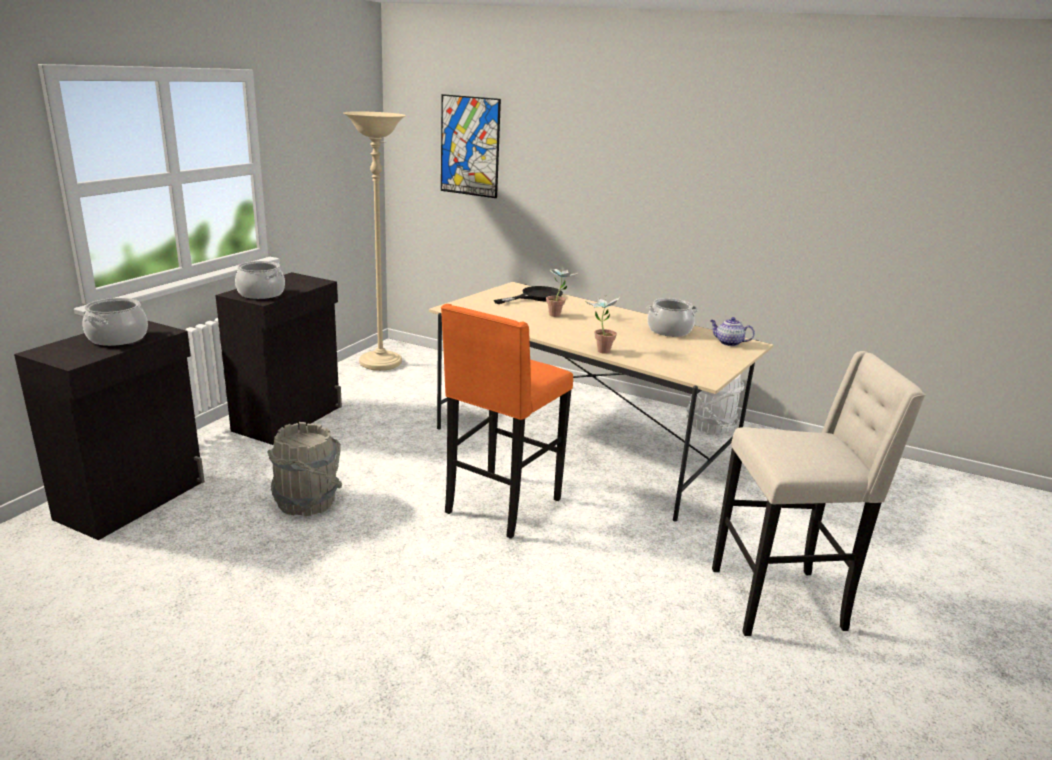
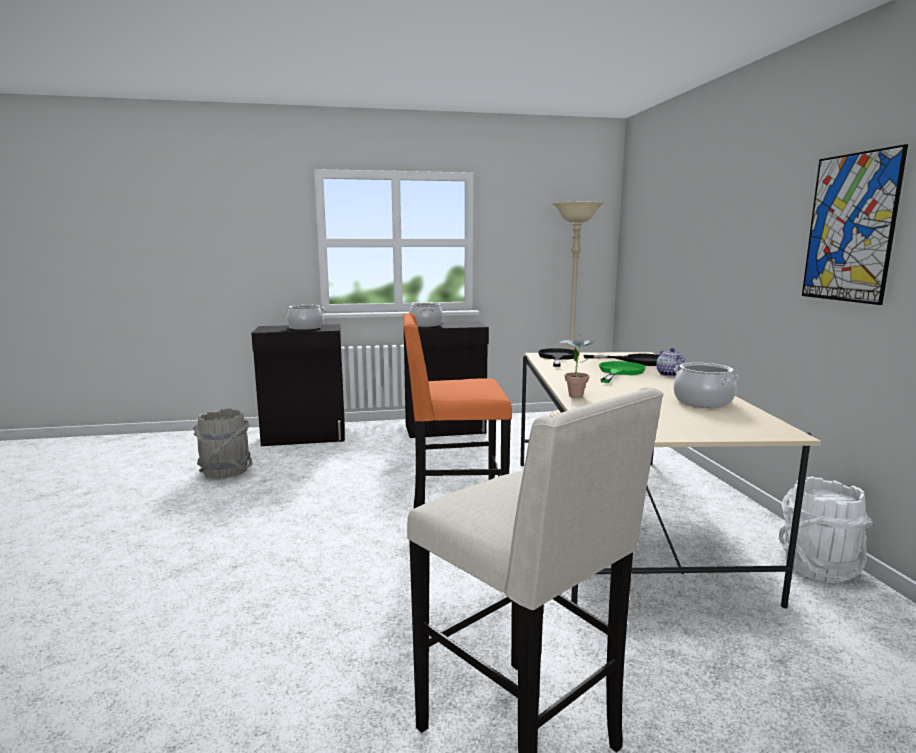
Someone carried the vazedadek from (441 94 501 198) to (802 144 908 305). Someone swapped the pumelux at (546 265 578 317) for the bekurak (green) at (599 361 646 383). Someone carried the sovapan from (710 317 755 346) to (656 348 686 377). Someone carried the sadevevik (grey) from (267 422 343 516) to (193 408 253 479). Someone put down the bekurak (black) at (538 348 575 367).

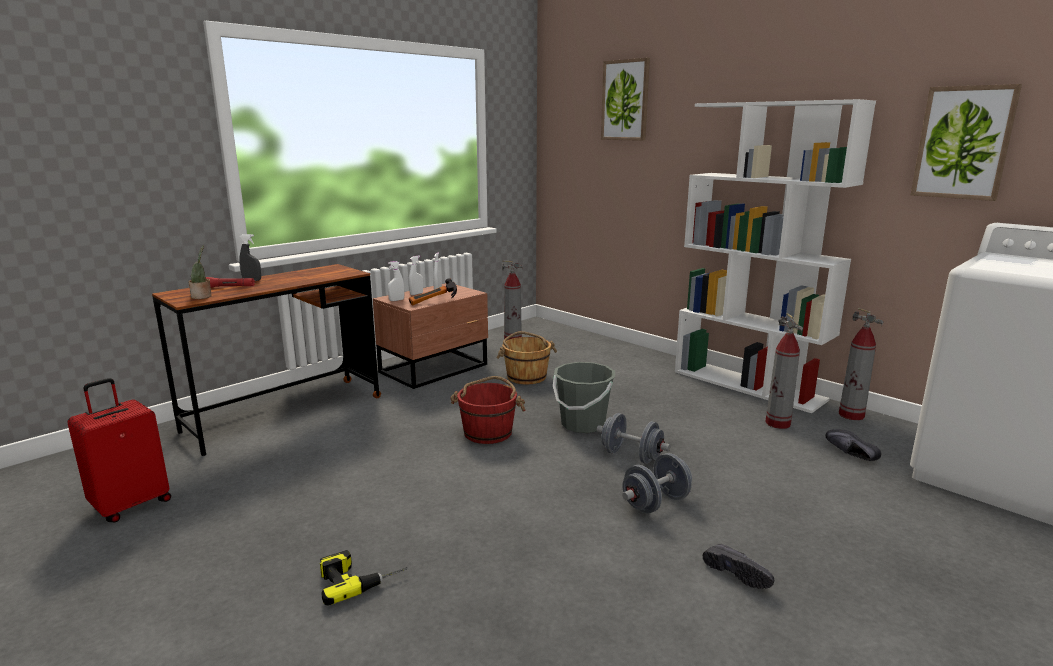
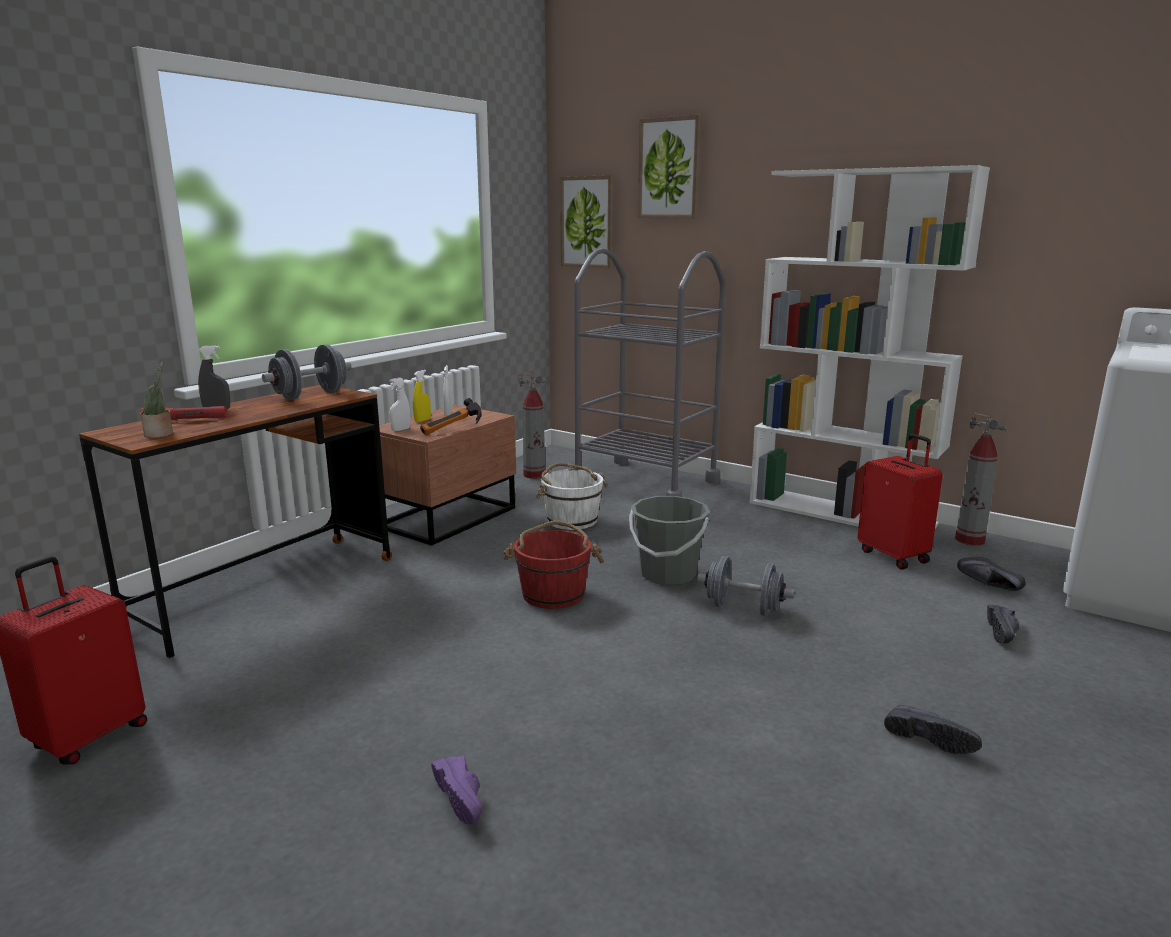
Someone carried the vazedadek from (911 84 1022 201) to (560 175 614 268). Someone repainted the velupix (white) at (409 256 423 295), which became the velupix (yellow) at (413 370 431 422). Someone swapped the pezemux at (765 313 803 429) for the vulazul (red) at (857 434 943 569). Someone repainted the sadevevik (brown) at (497 331 557 384), which became the sadevevik (white) at (536 463 608 530). Someone carried the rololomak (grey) from (622 453 692 514) to (262 344 352 400). Someone swapped the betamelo at (320 550 408 606) for the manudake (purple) at (431 755 482 824). Someone put down the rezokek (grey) at (574 248 726 497). Someone put down the manudake (black) at (987 605 1019 643).

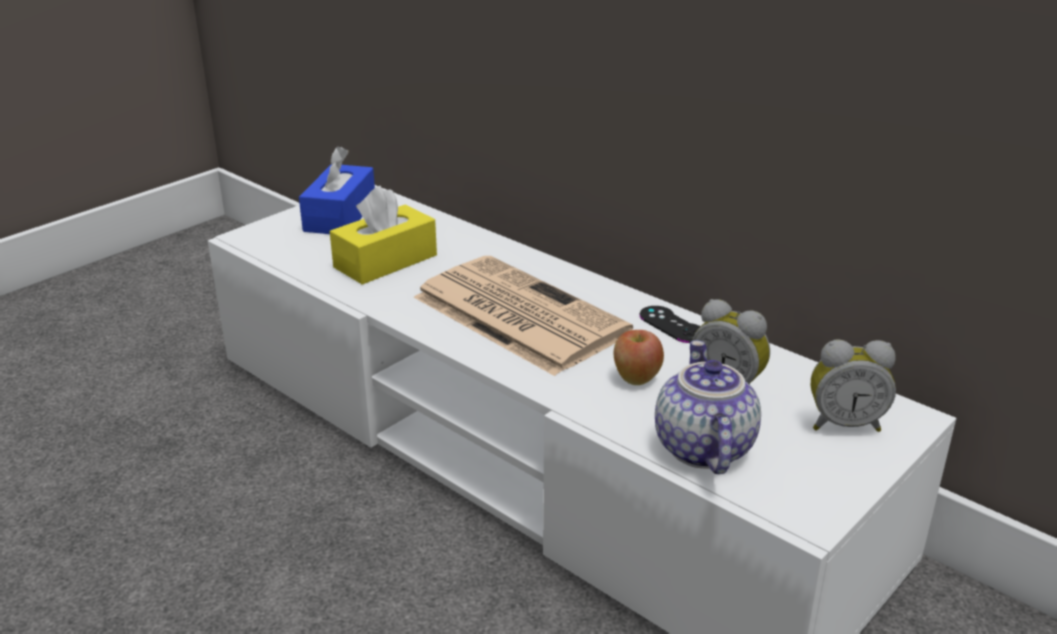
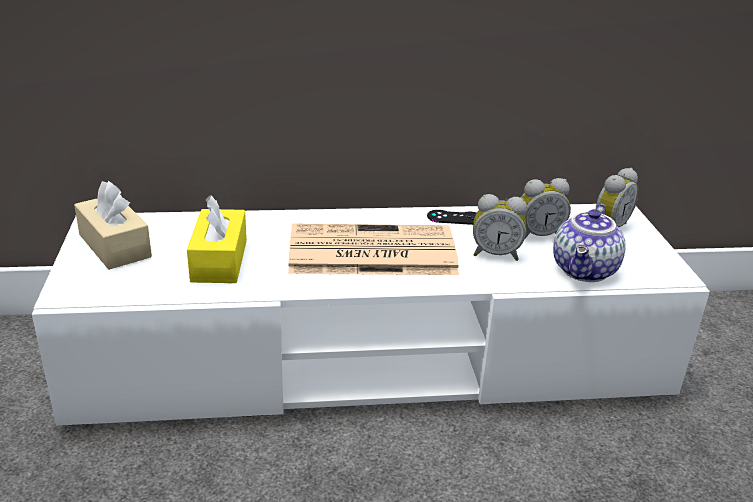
Someone repainted the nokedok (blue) at (299 146 375 234), which became the nokedok (beige) at (74 181 152 270). Someone swapped the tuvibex at (614 330 664 385) for the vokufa at (473 194 527 261). Someone rotated the sovapan at (655 340 761 474) by 105 degrees counterclockwise.

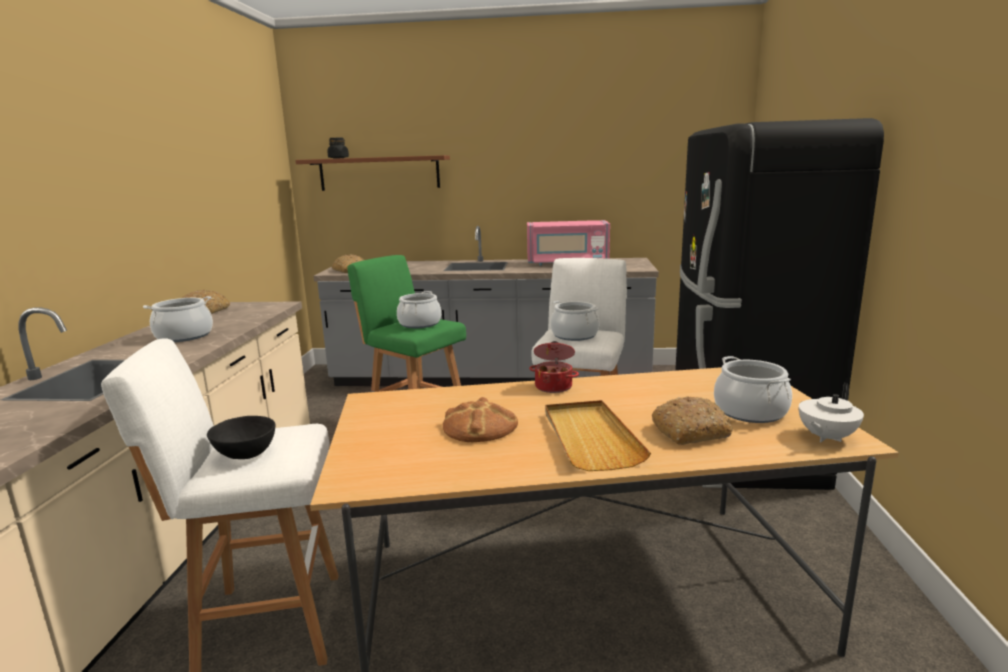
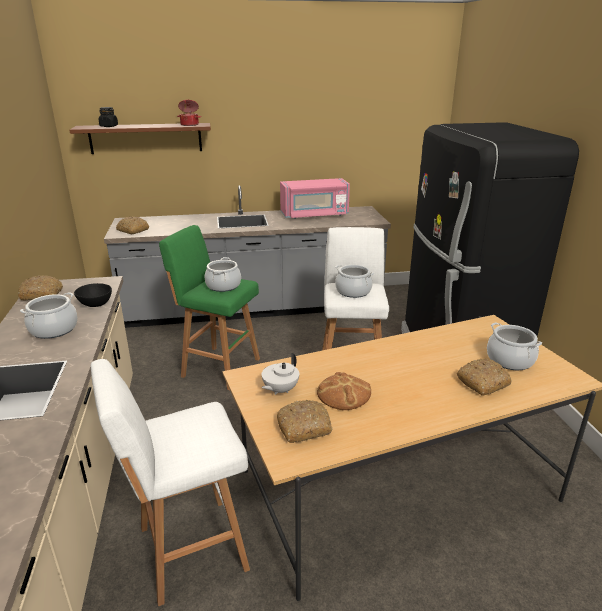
Someone carried the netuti from (529 341 579 393) to (177 100 201 126). Someone carried the sovapan (white) from (799 382 864 442) to (262 353 299 395). Someone took away the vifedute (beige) at (545 400 651 471). Someone carried the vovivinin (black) from (207 416 275 459) to (74 283 112 307). Someone put down the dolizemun at (277 400 332 443).

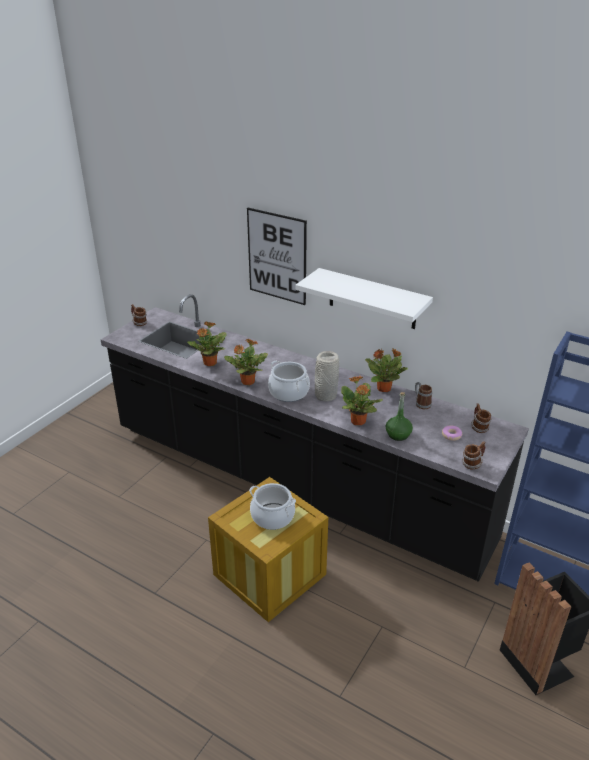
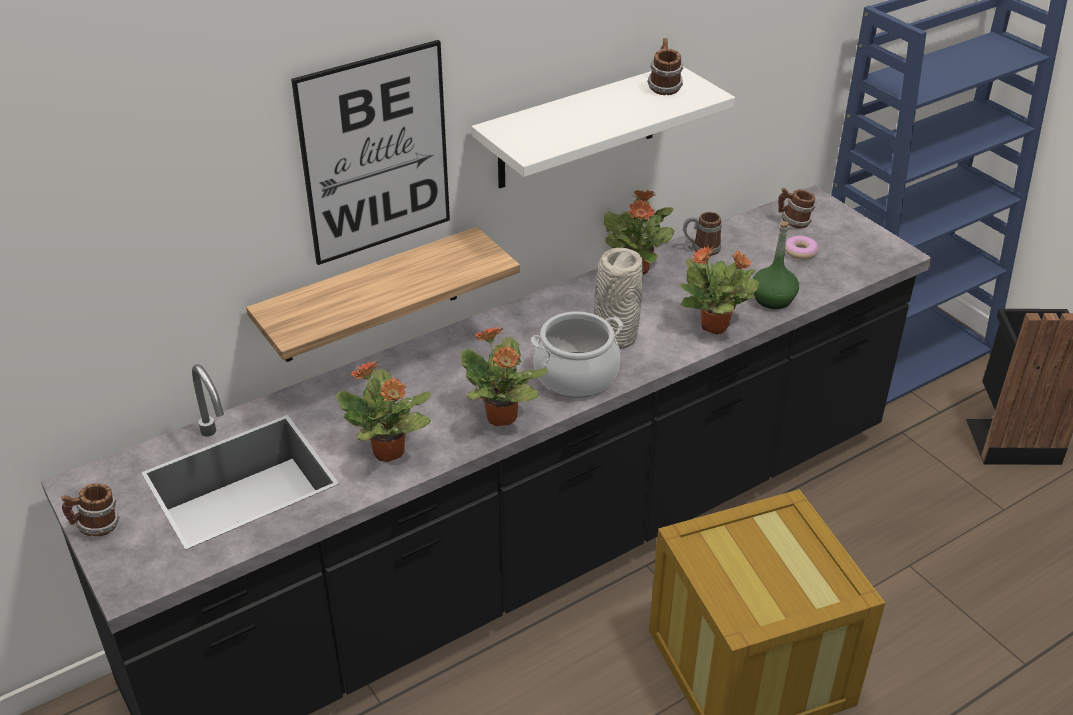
Someone carried the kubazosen from (462 441 486 470) to (647 38 683 95). Someone took away the netuti at (249 483 296 530). Someone put up the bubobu at (246 227 520 362).

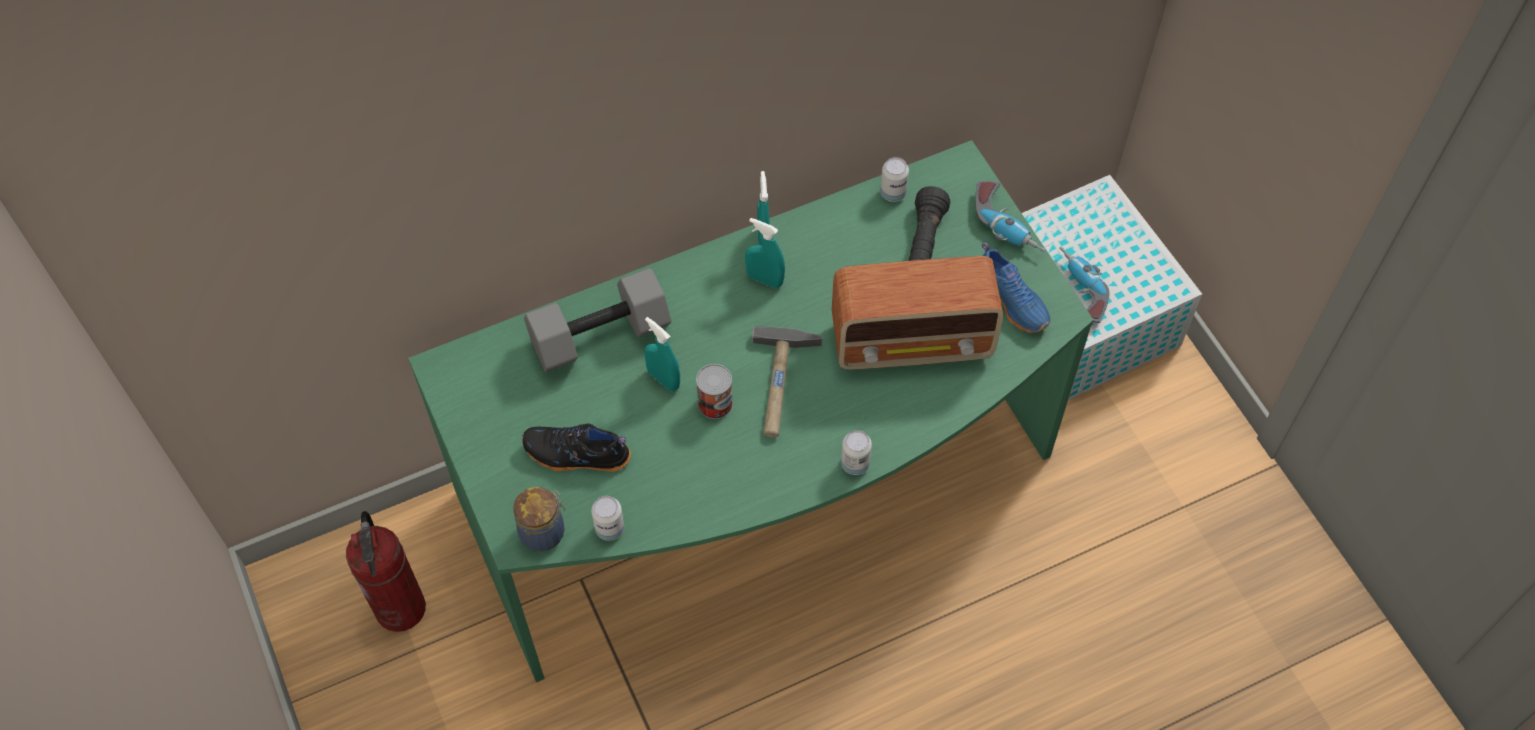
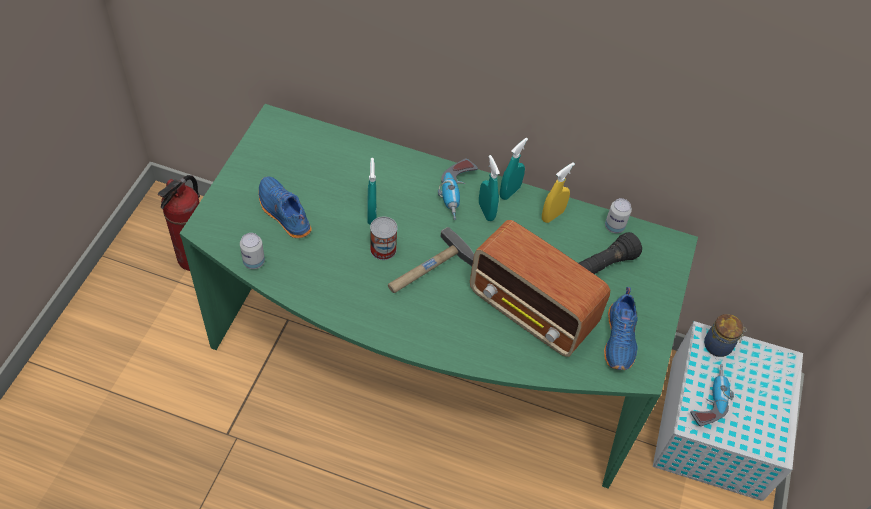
Someone carried the betamelo from (975 181 1046 252) to (438 158 478 220). Someone took away the rololomak (grey) at (524 268 671 372). Someone repainted the manudake (black) at (522 423 631 472), which became the manudake (blue) at (259 177 312 238). Someone took away the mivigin at (841 430 872 475). Someone carried the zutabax from (513 487 565 552) to (704 314 747 357). Someone put down the velupix (yellow) at (542 162 575 223).

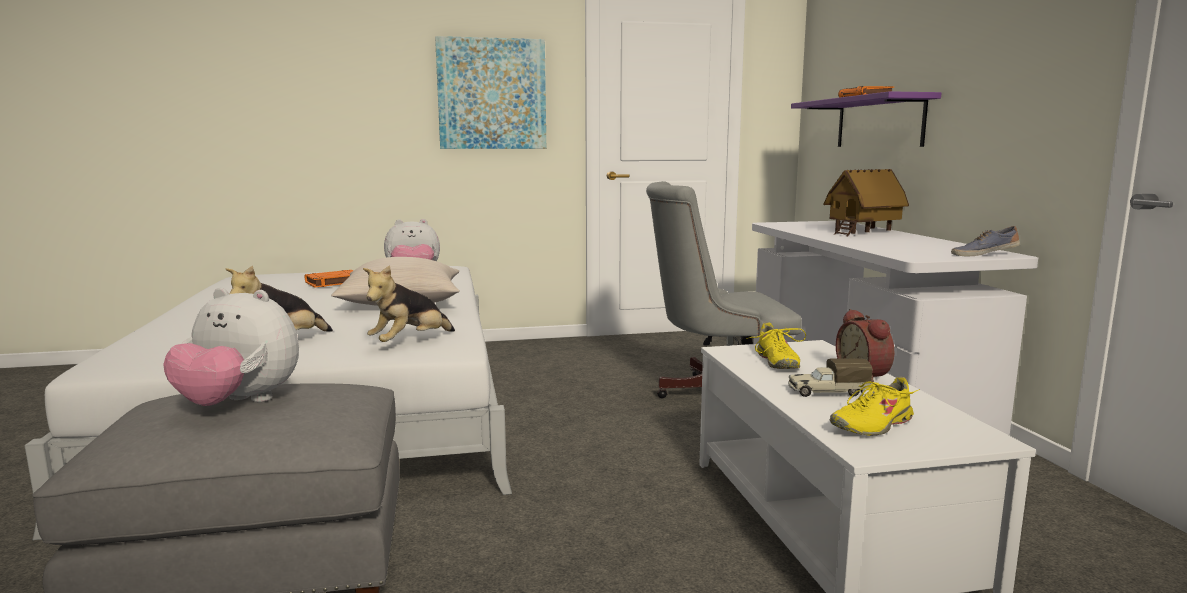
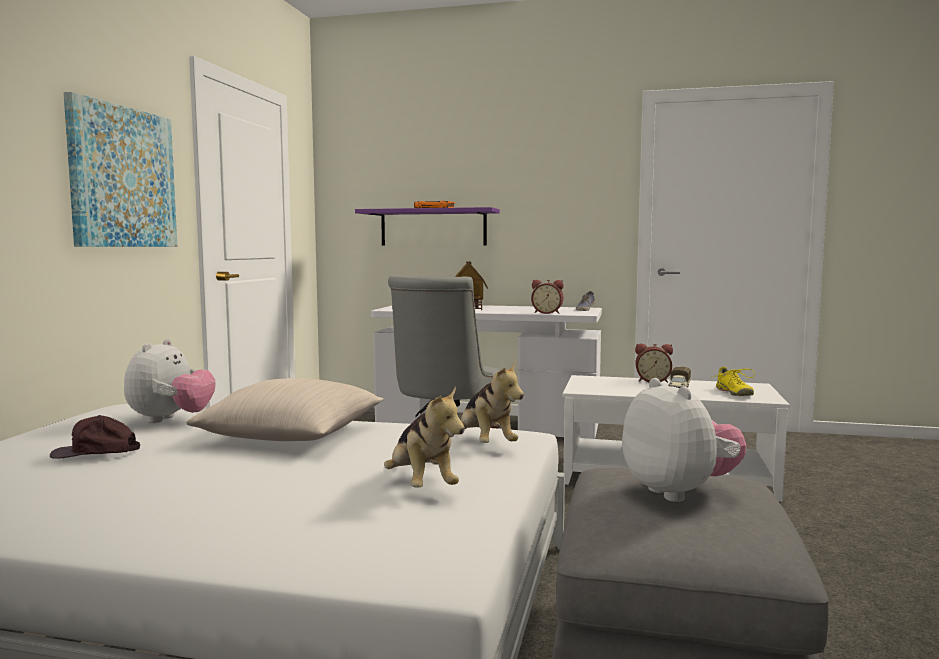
Someone swapped the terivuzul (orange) at (305 270 354 288) for the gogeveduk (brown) at (50 415 140 459). Someone rotated the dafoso at (163 288 299 406) by 60 degrees counterclockwise. Someone took away the manudake (yellow) at (746 322 806 369). Someone put down the vokufa at (531 280 564 314).

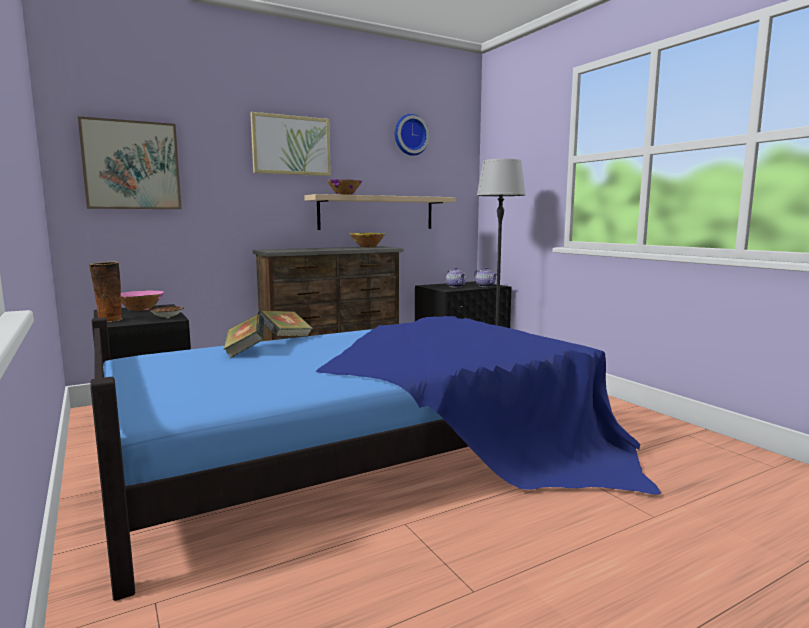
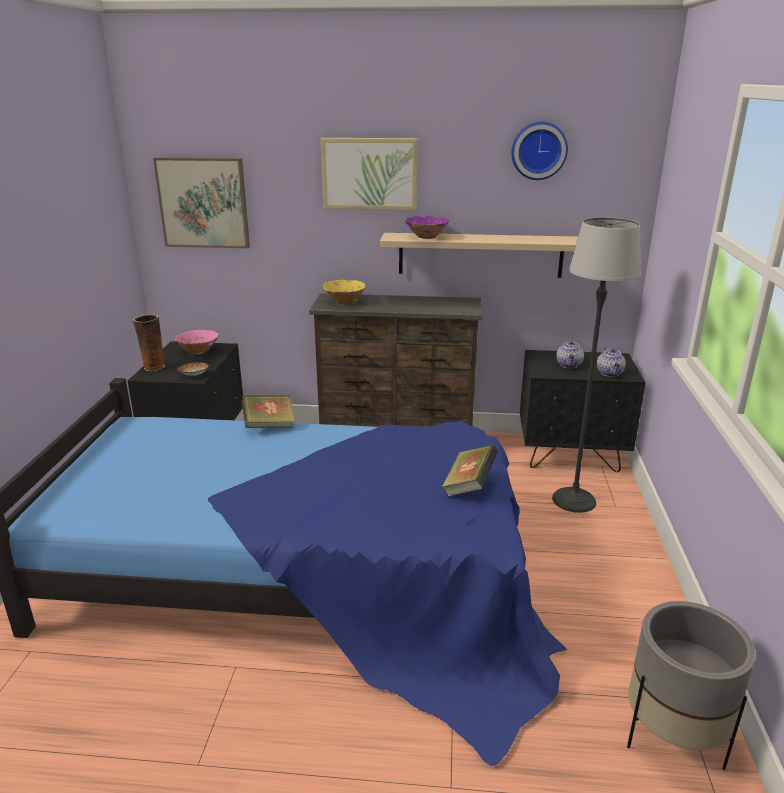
Someone carried the vovivinin (yellow) from (350 233 385 247) to (323 280 366 304). Someone carried the terivuzul from (224 314 264 358) to (442 445 498 496). Someone put down the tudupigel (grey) at (627 601 756 770).

